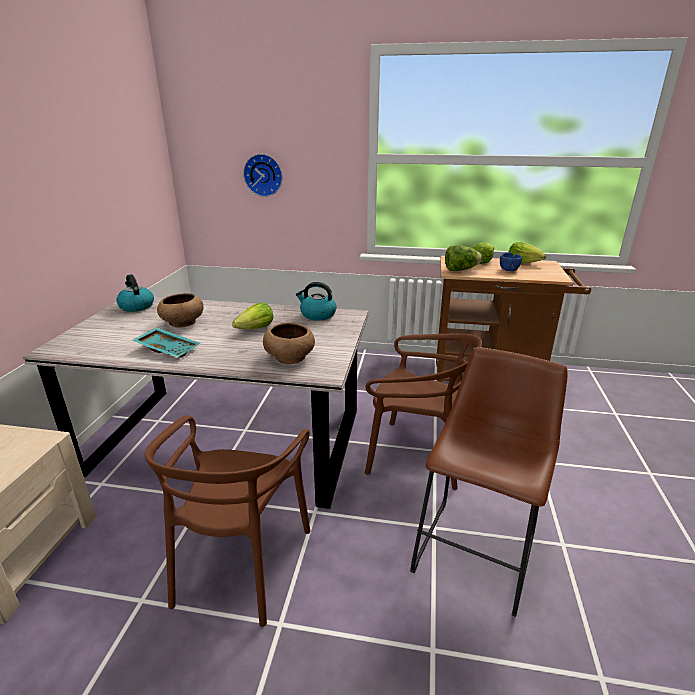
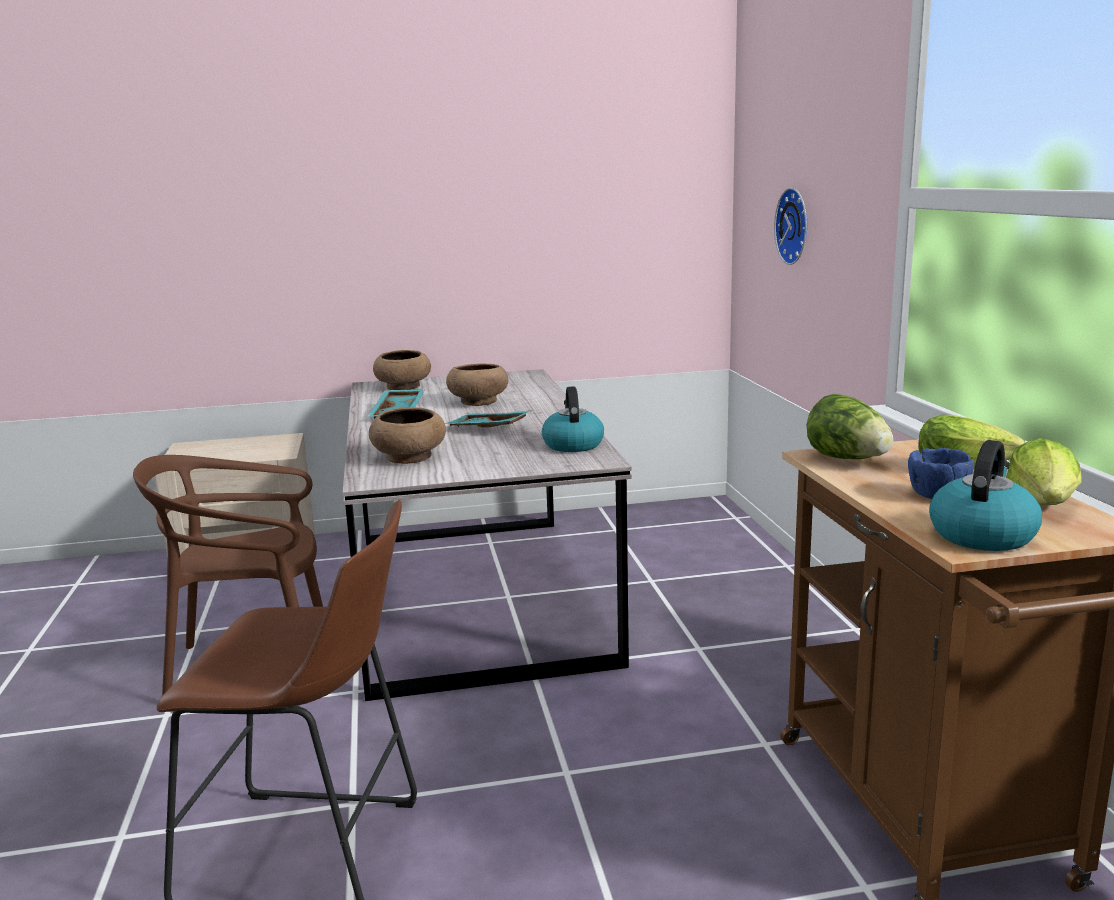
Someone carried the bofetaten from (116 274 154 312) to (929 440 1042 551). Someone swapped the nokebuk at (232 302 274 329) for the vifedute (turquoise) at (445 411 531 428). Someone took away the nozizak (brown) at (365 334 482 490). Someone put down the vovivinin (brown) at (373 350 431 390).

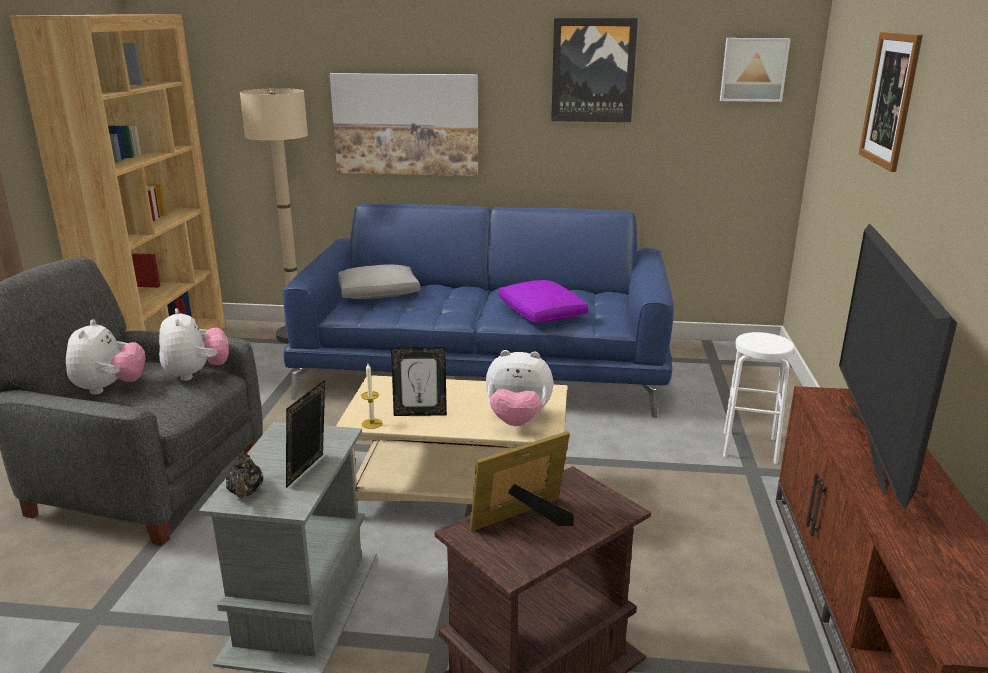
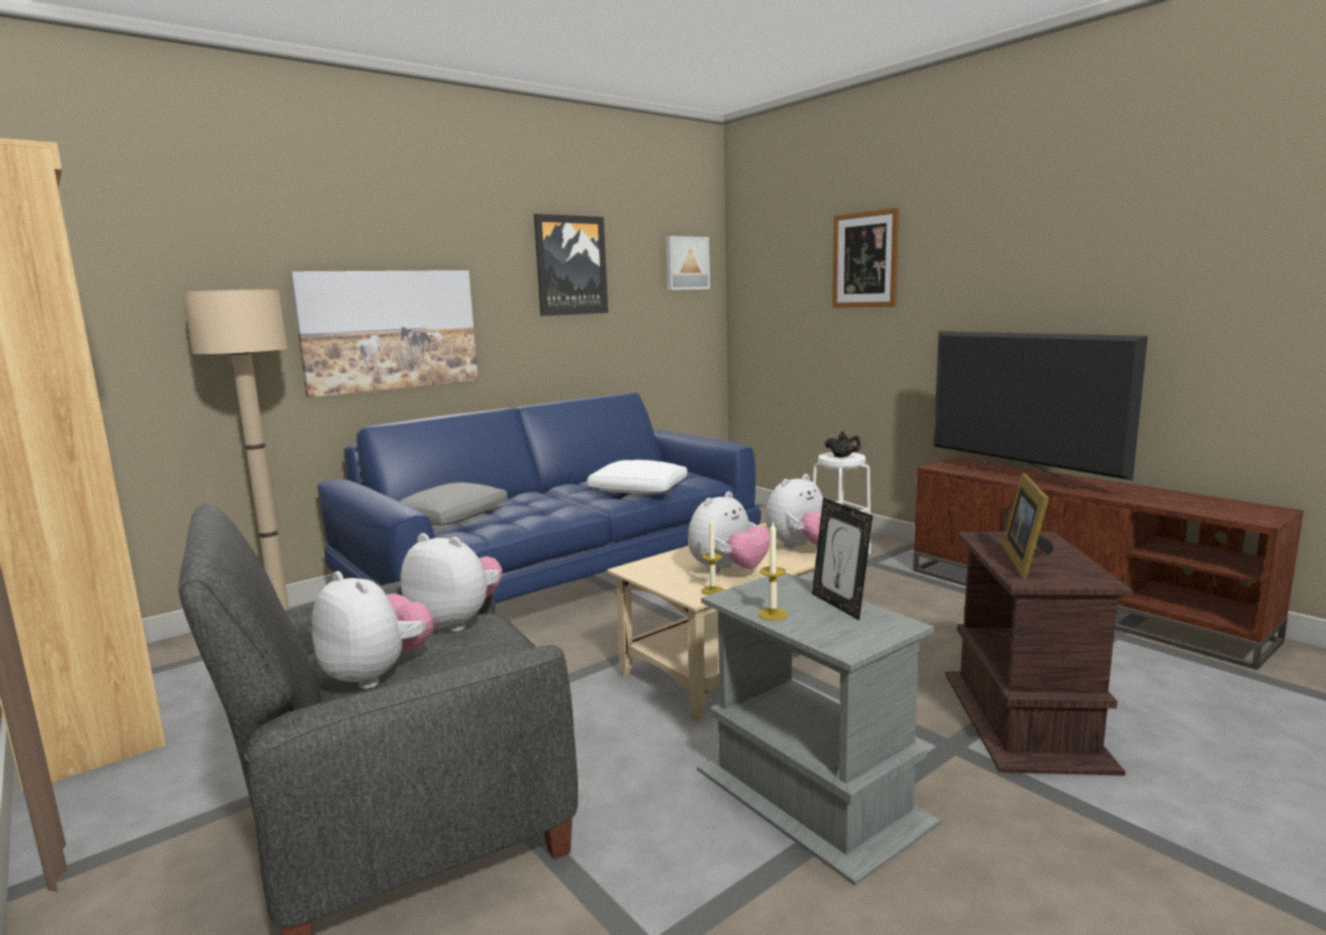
Someone repainted the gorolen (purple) at (499 280 588 322), which became the gorolen (white) at (587 460 687 494). Someone swapped the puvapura at (391 347 447 416) for the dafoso at (688 491 770 573). Someone carried the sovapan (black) from (226 452 263 498) to (825 431 862 457). Someone put down the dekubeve at (758 523 788 621).

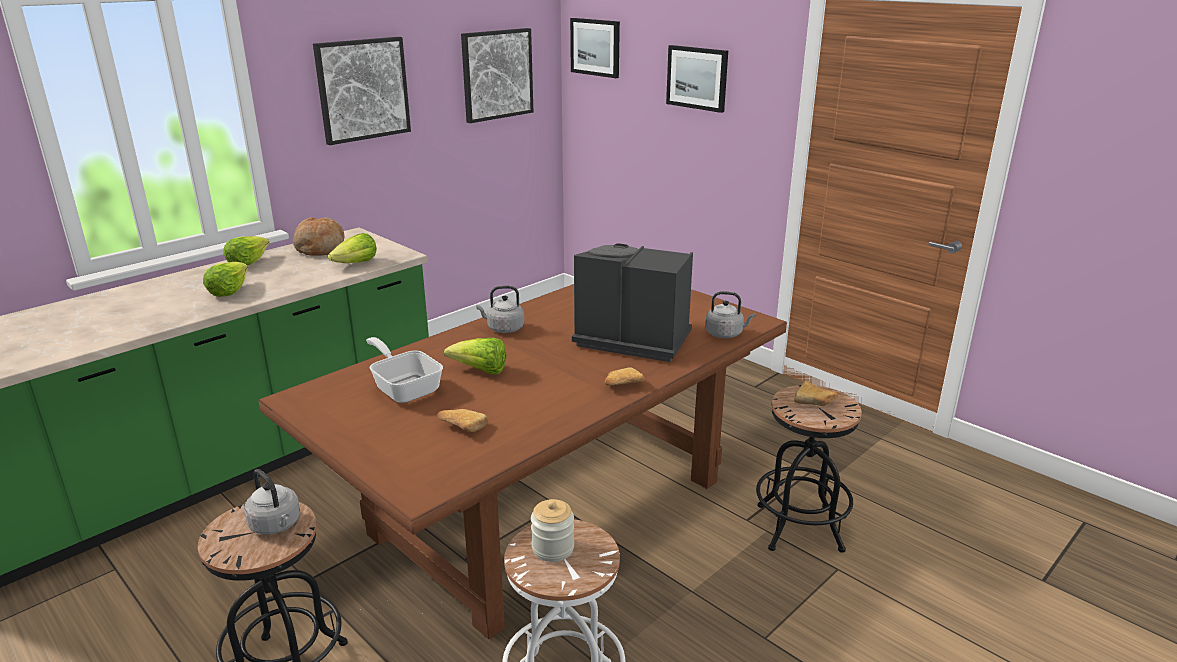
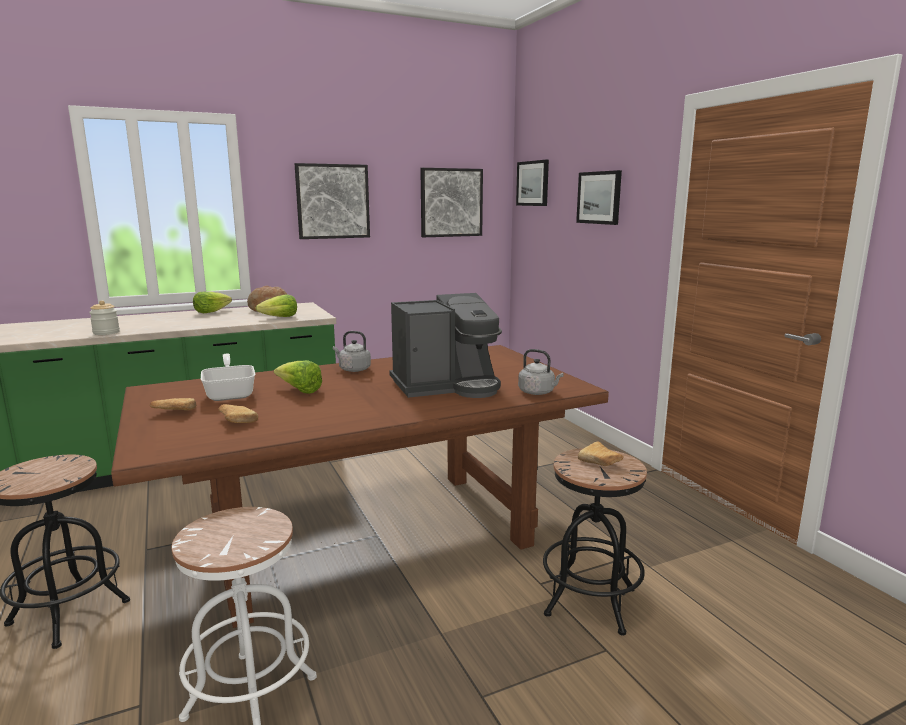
Someone rotated the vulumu at (572 243 693 362) by 120 degrees clockwise. Someone took away the nokebuk at (203 262 248 297). Someone carried the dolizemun from (605 367 645 386) to (150 398 196 410). Someone took away the bofetaten (grey) at (244 469 300 535). Someone carried the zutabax from (531 499 574 562) to (89 300 120 335).

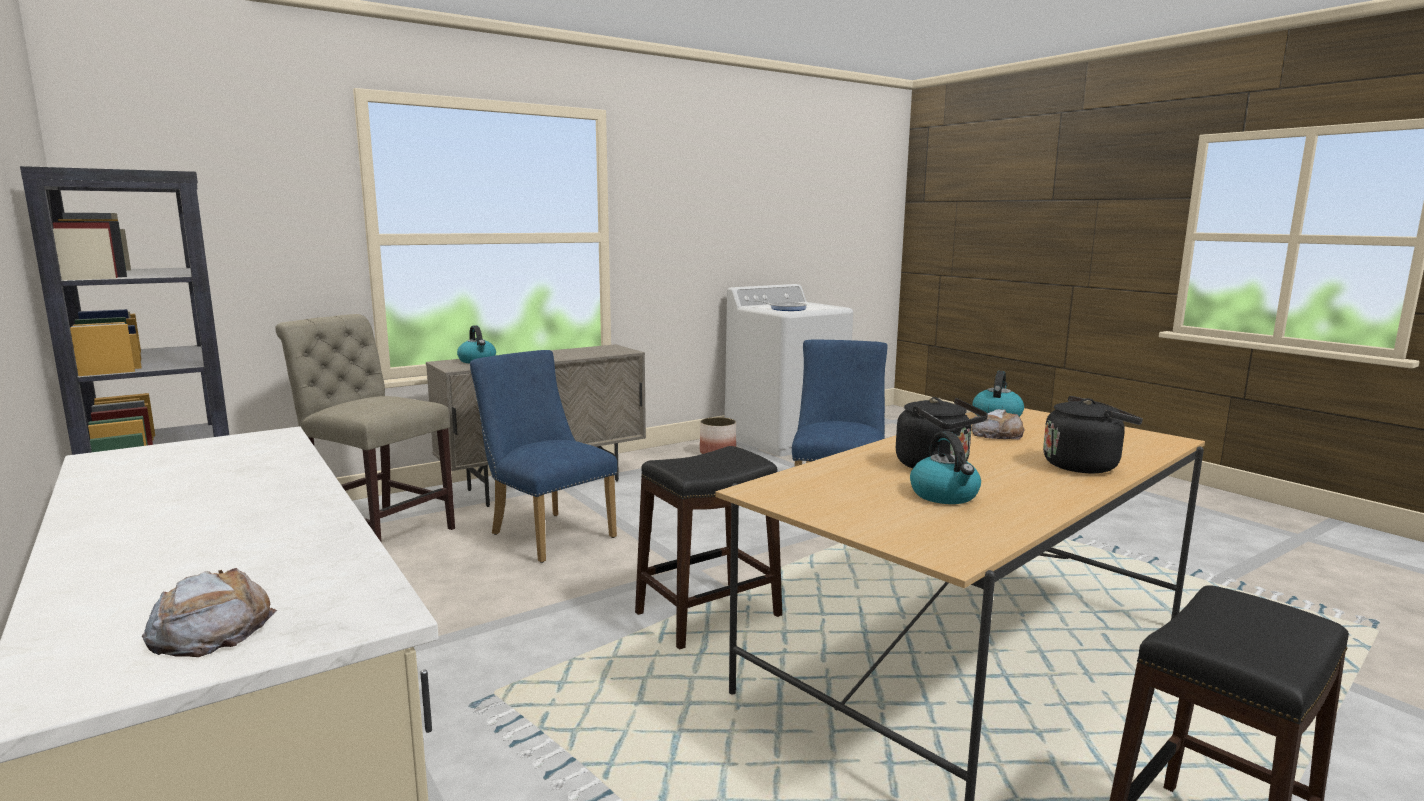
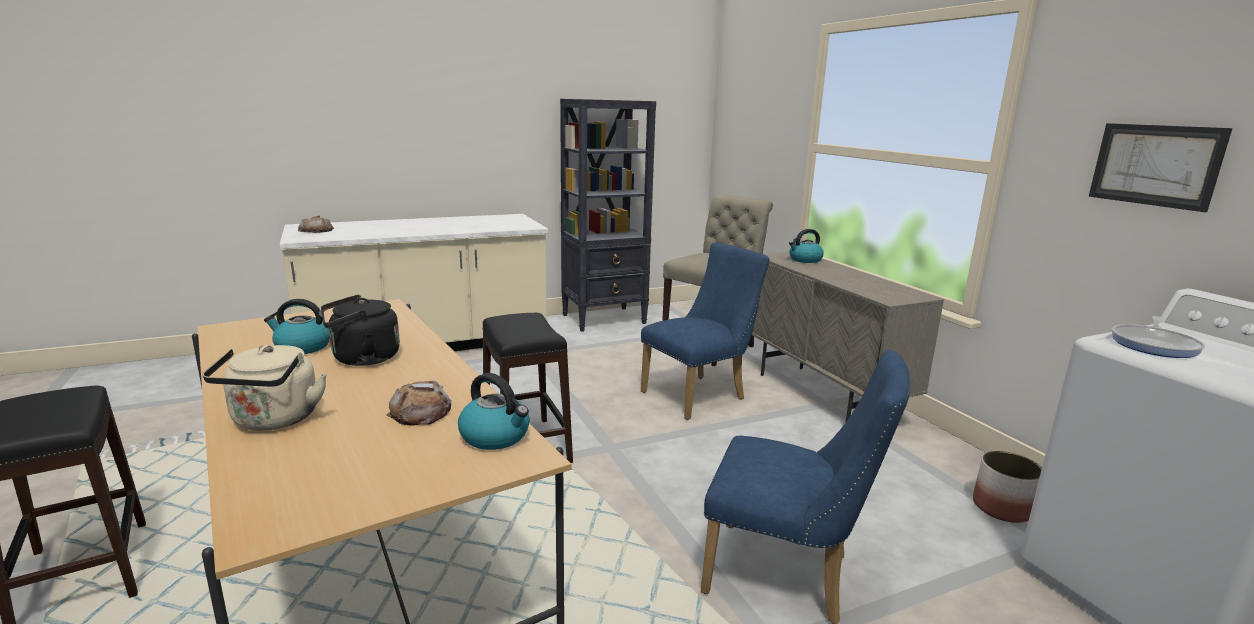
Someone repainted the bofetaten (black) at (1043 396 1143 473), which became the bofetaten (beige) at (203 345 327 431). Someone put up the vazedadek at (1089 123 1232 212).

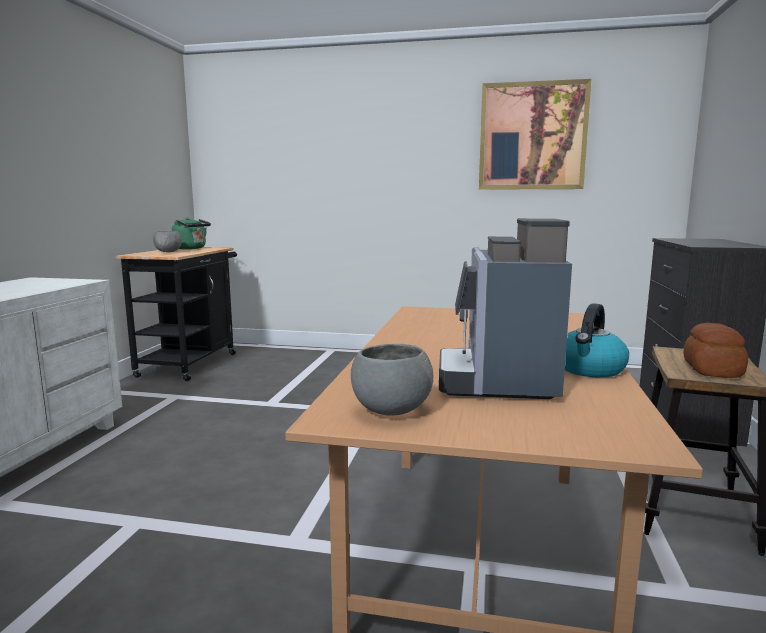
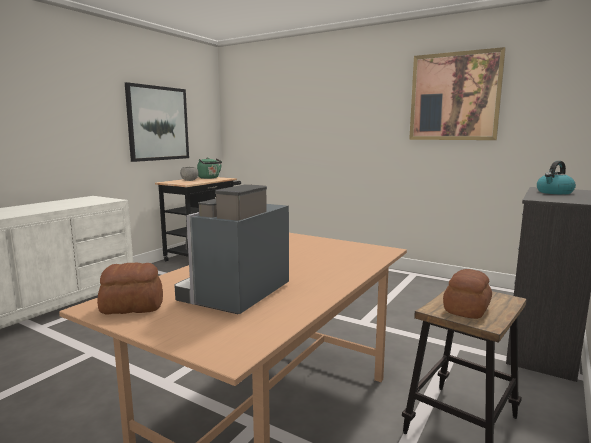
Someone carried the bofetaten from (565 303 629 378) to (537 161 576 195). Someone swapped the vovivinin (grey) at (351 344 433 416) for the dolizemun at (97 263 163 314). Someone put up the vazedadek at (125 82 189 162).

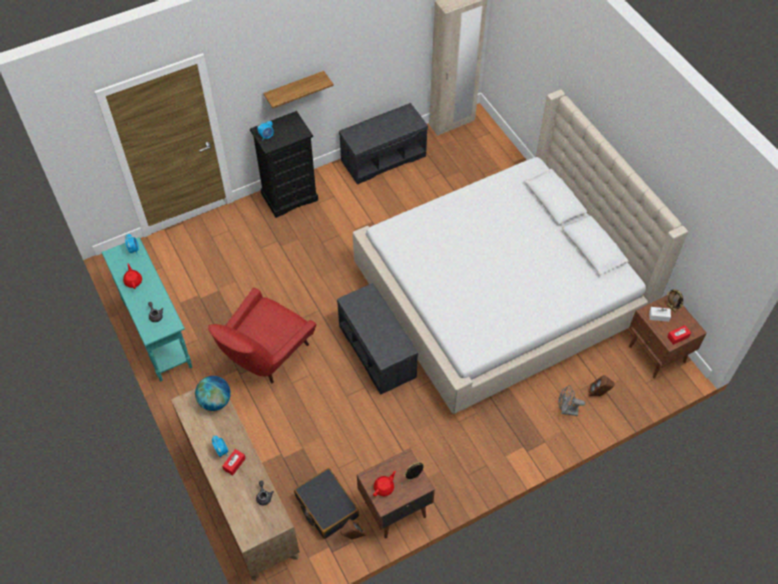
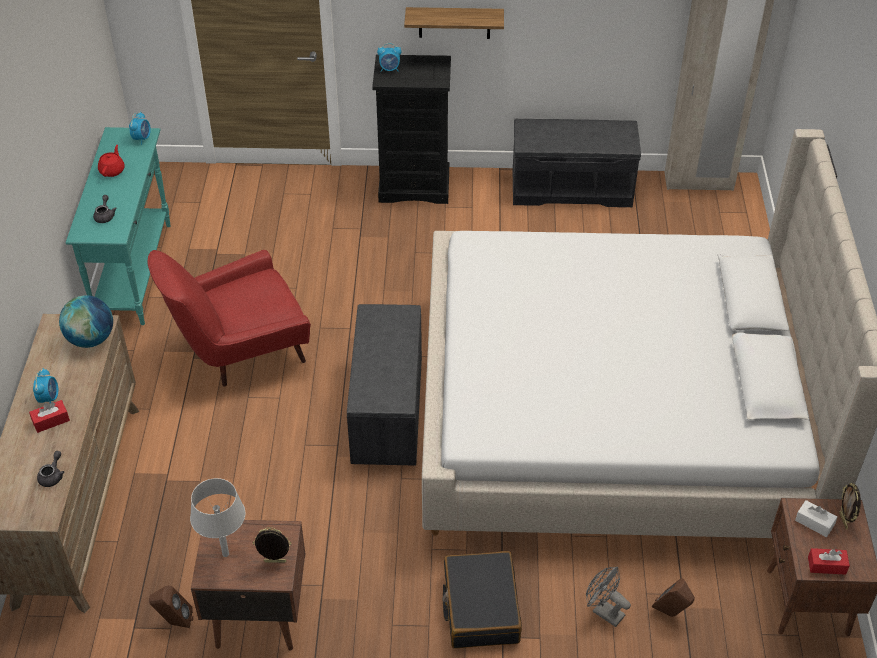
Someone carried the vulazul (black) from (294 468 359 539) to (442 551 522 648). Someone swapped the sovapan (red) at (373 471 396 496) for the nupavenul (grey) at (190 478 246 557).

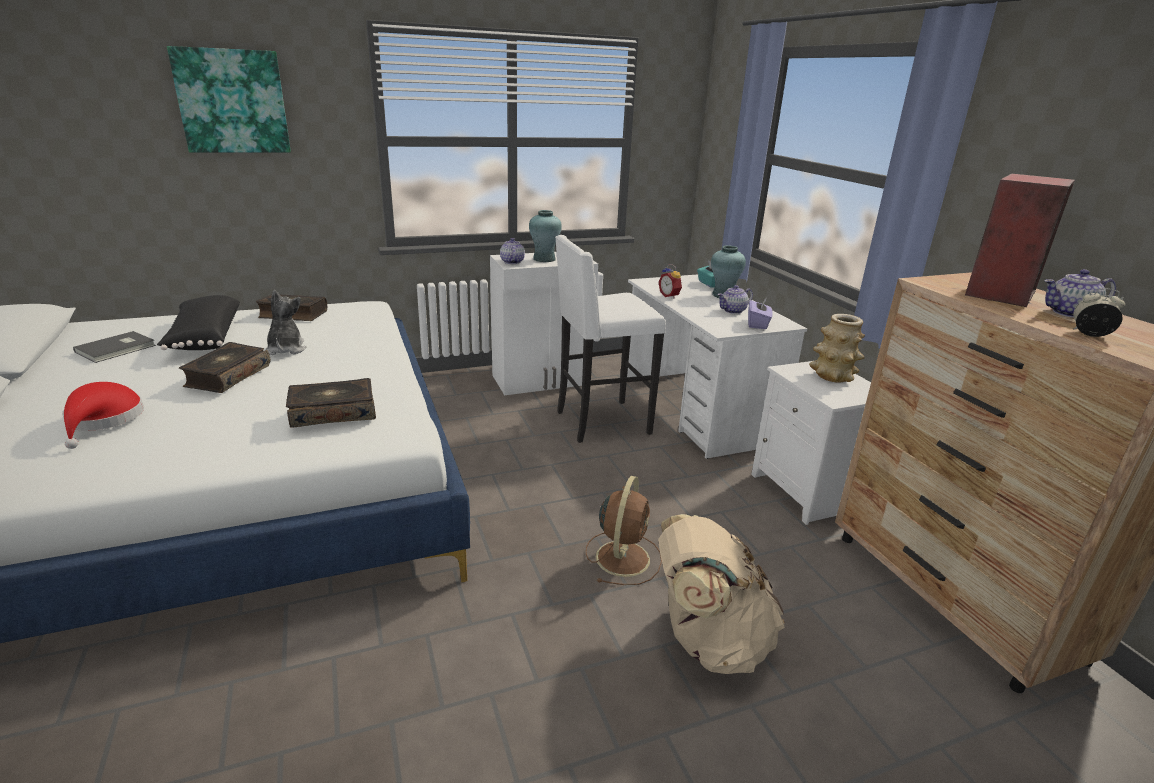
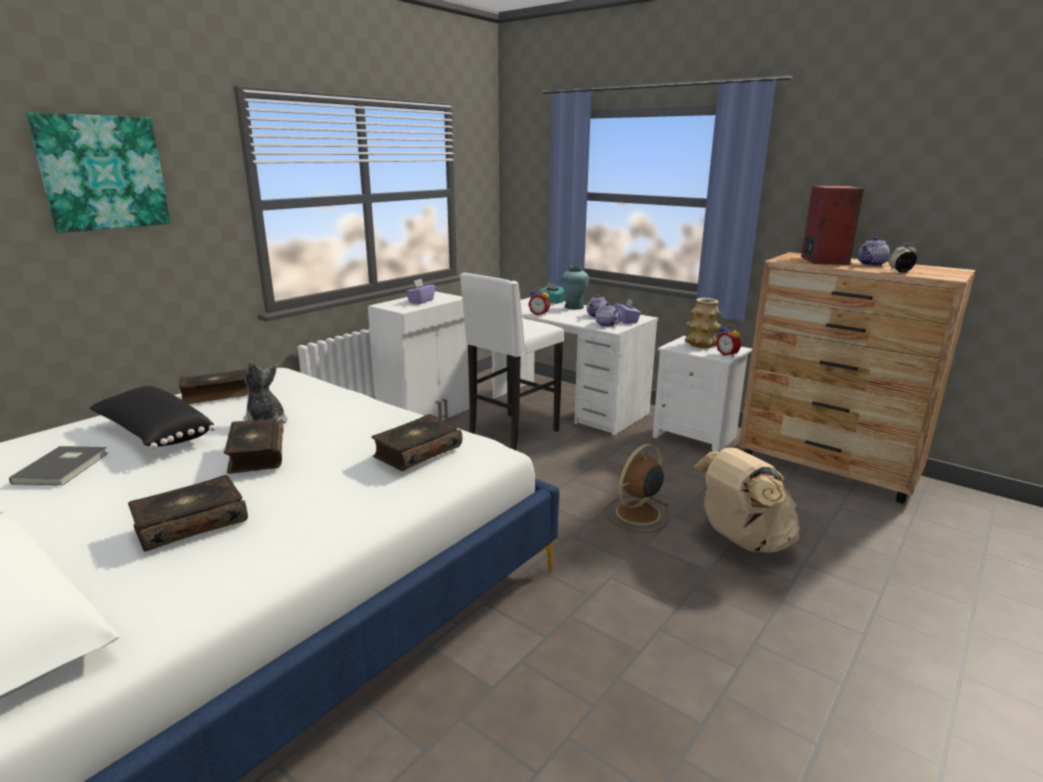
Someone swapped the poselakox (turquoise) at (529 210 562 262) for the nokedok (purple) at (406 278 435 304). Someone carried the sovapan from (500 238 525 264) to (593 303 622 327). Someone swapped the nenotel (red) at (62 382 144 449) for the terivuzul at (128 475 248 552). Someone rotated the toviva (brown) at (586 476 662 585) by 120 degrees counterclockwise. Someone put down the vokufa at (716 324 741 357).

